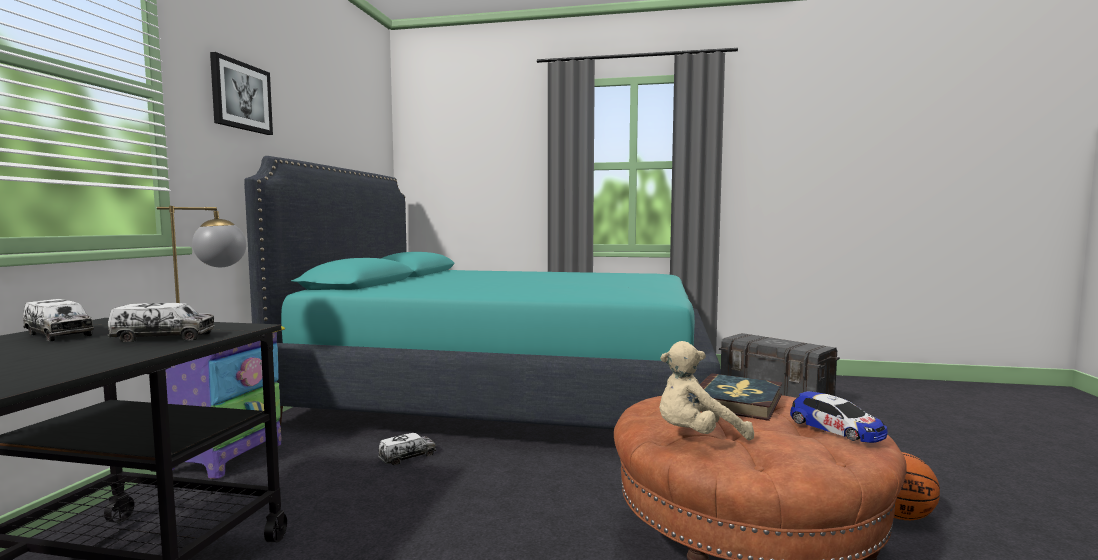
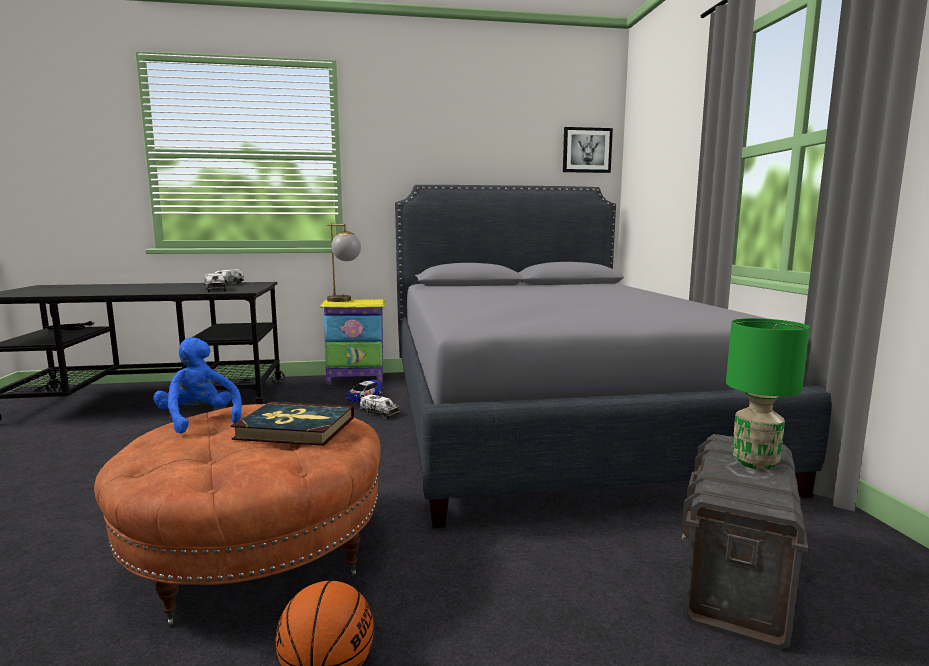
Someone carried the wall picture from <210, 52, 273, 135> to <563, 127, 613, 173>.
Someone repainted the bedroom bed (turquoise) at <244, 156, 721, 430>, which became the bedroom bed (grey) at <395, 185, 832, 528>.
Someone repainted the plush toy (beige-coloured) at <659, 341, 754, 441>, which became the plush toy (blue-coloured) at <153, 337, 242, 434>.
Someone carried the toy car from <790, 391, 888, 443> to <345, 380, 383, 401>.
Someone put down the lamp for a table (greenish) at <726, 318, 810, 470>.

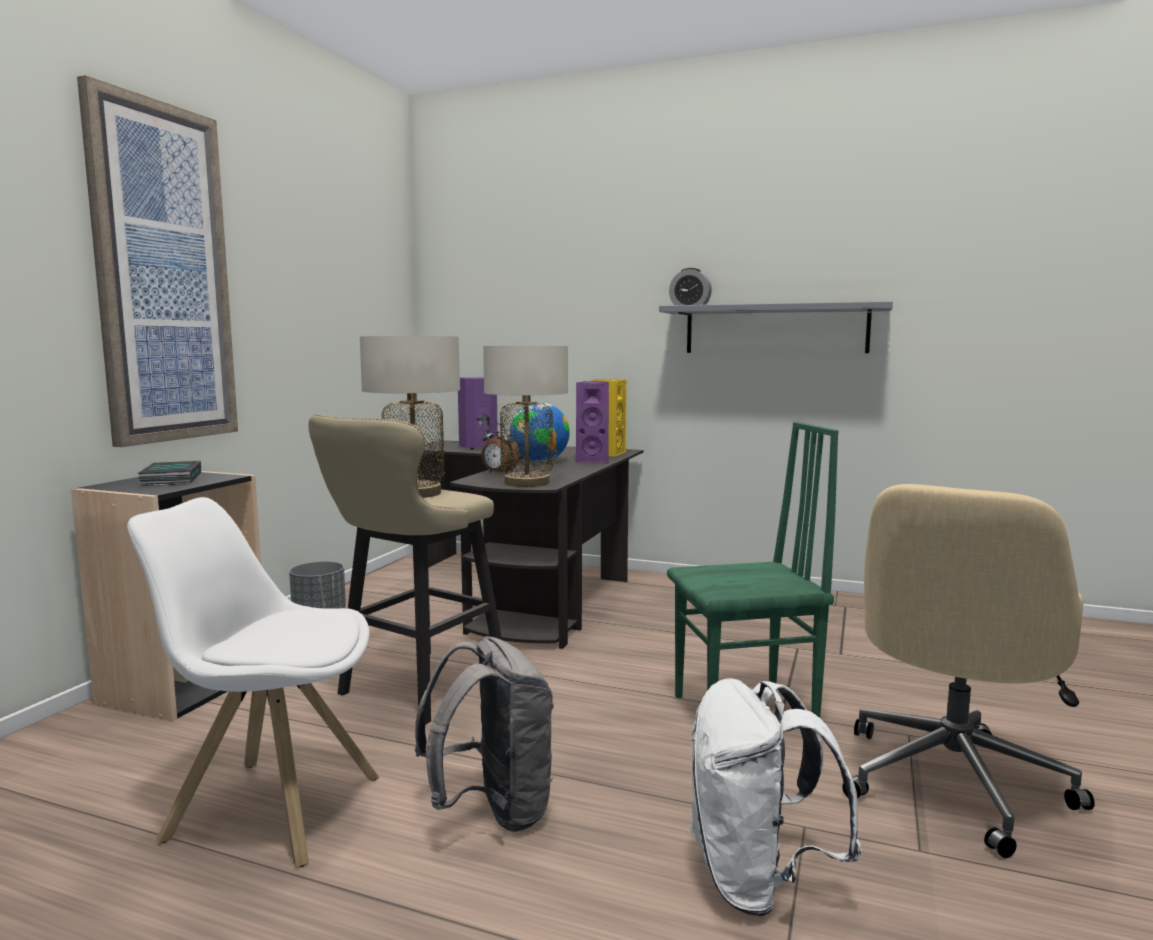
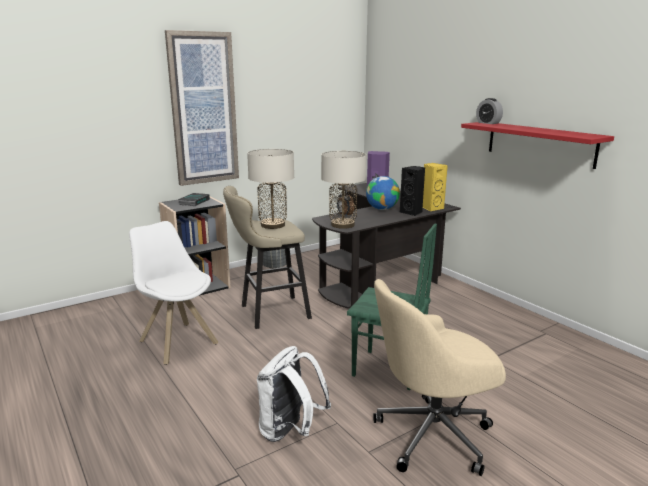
Someone took away the knapsack (grey) at <415, 636, 554, 832>.
Someone repainted the speaker (purplish) at <576, 381, 609, 463>, which became the speaker (black) at <400, 166, 425, 216>.
Someone repainted the wall shelf (grey) at <659, 301, 893, 353>, which became the wall shelf (red) at <461, 122, 614, 169>.

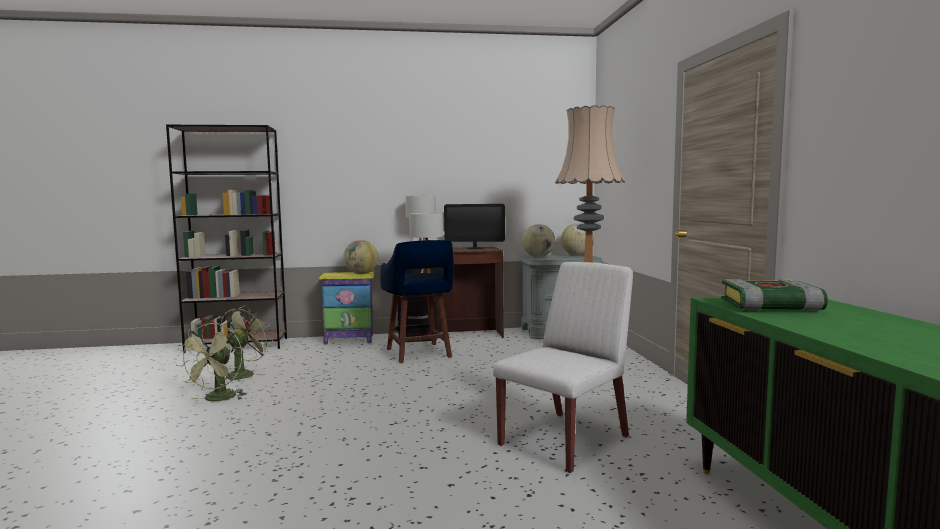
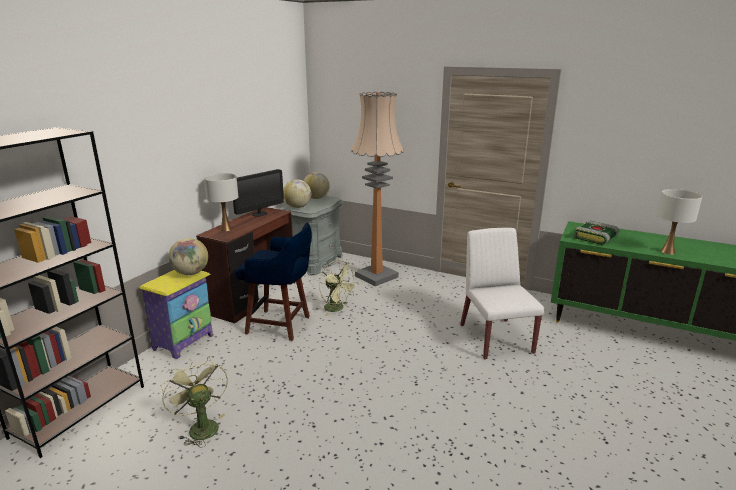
Someone carried the cooling fan (greenish) from <176, 323, 246, 401> to <319, 260, 357, 316>.
Someone carried the lamp for a table (white) from <409, 213, 443, 273> to <657, 189, 702, 255>.

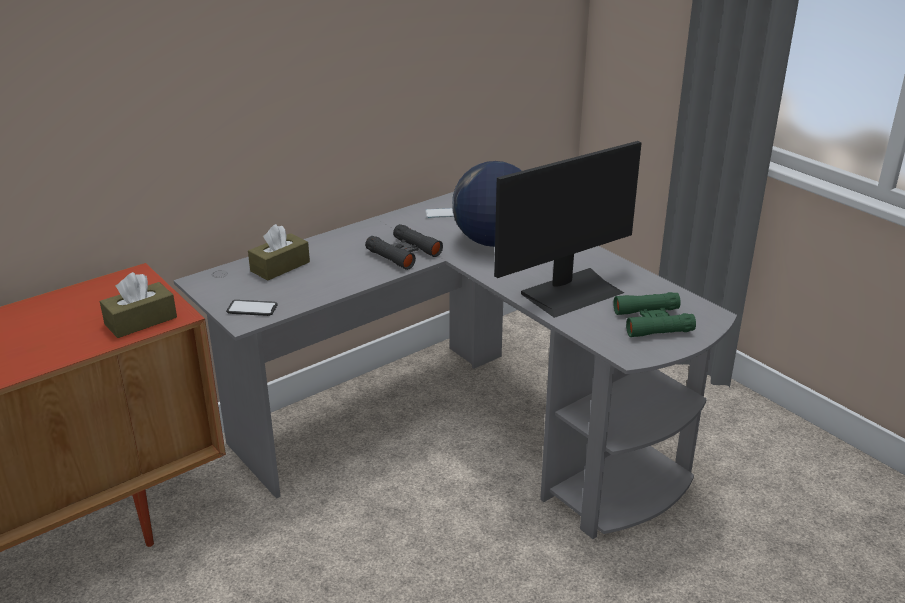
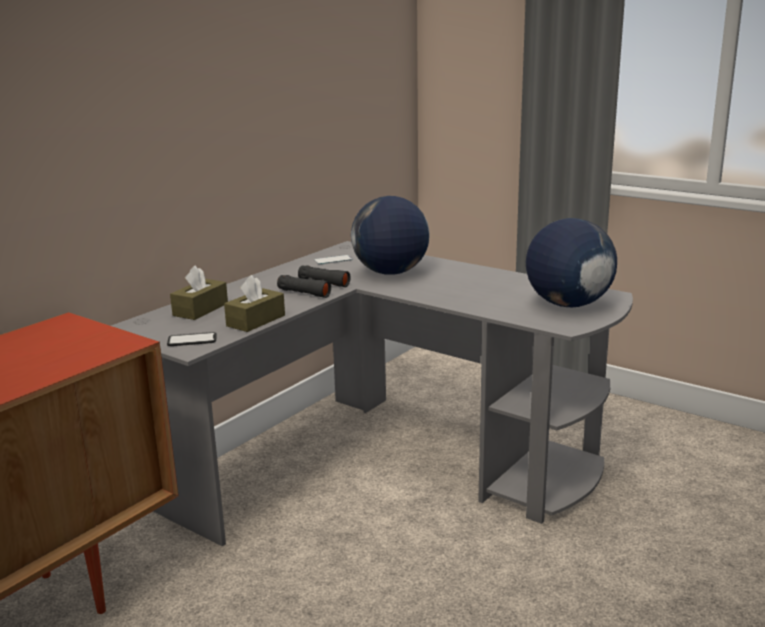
Someone carried the tissue holder (brown) from <100, 272, 177, 338> to <224, 275, 285, 332>.
Someone took away the computer screen at <494, 141, 642, 318>.
Someone swapped the pair of binoculars (greenish) at <613, 292, 696, 337> for the desk globe at <526, 218, 617, 307>.

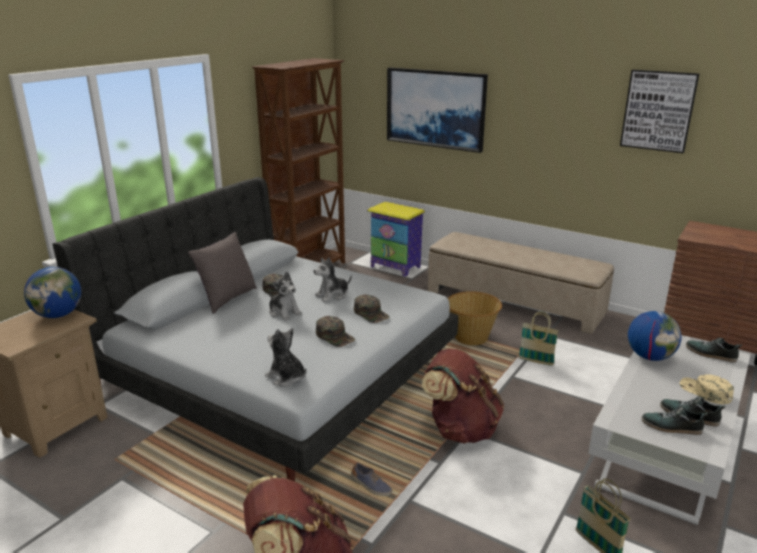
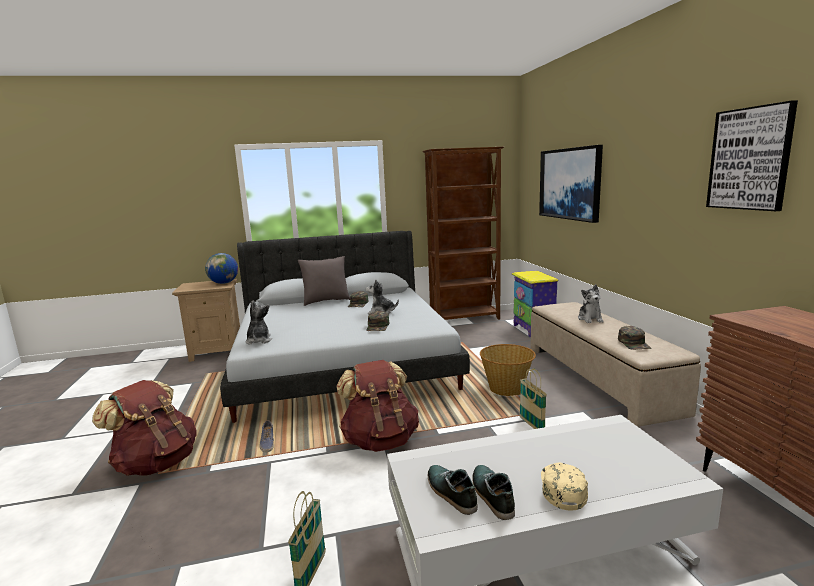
Someone carried the plush toy from <269, 272, 302, 321> to <578, 284, 604, 323>.
Someone carried the cap (greenish) from <316, 316, 355, 347> to <618, 326, 651, 350>.
Someone took away the desk globe at <628, 311, 682, 361>.
Someone took away the shoe at <686, 338, 742, 362>.

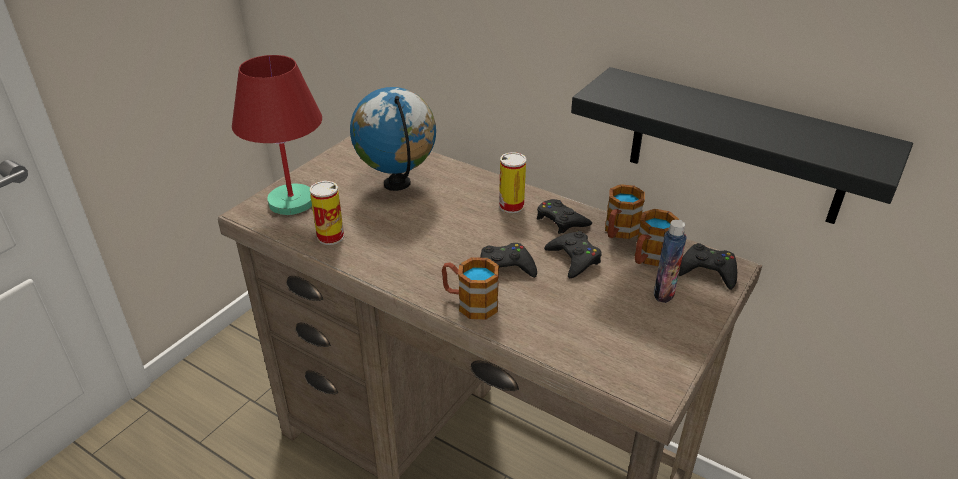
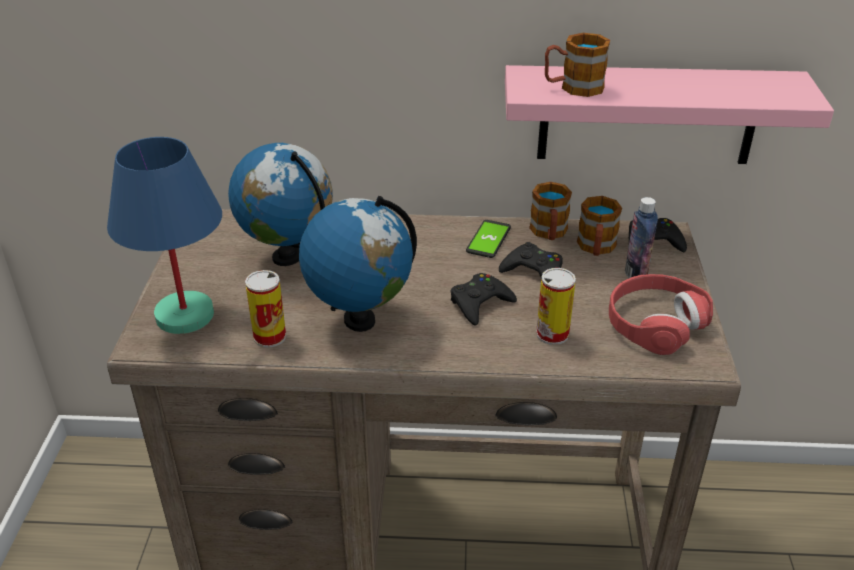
Someone repainted the lamp for a table (red) at <232, 55, 322, 215>, which became the lamp for a table (blue-coloured) at <107, 137, 222, 334>.
Someone carried the tea mug from <442, 257, 499, 320> to <545, 33, 610, 97>.
Someone carried the can from <499, 152, 526, 213> to <536, 268, 576, 345>.
Someone swapped the game controller (black) at <537, 199, 592, 234> for the telephone at <466, 220, 511, 258>.
Someone repainted the wall shelf (black) at <571, 67, 913, 224>, which became the wall shelf (pinkish) at <505, 65, 834, 164>.
Someone put down the desk globe at <299, 196, 417, 332>.
Someone put down the headset (red) at <609, 274, 713, 355>.

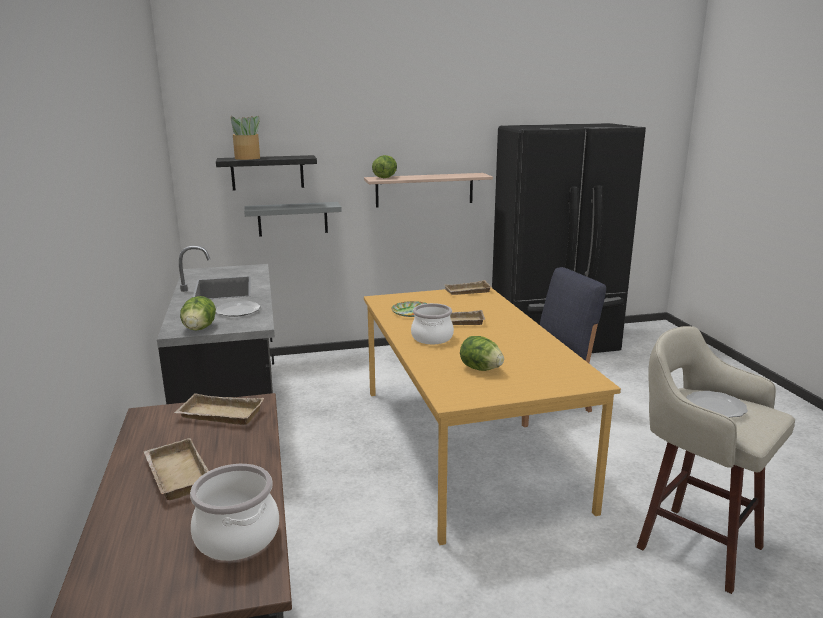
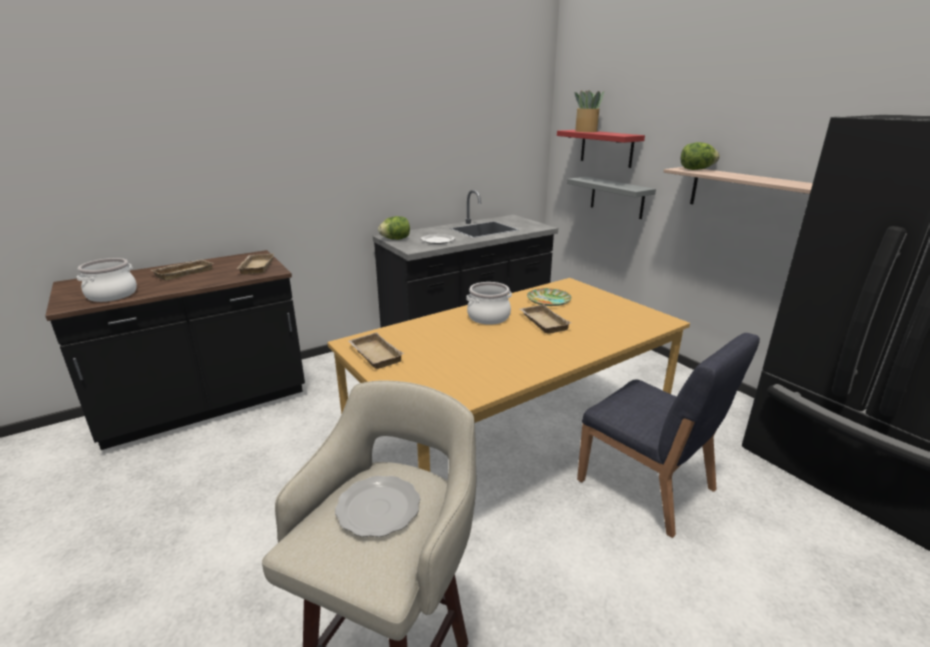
Someone repainted the wall shelf (black) at <216, 155, 317, 191>, which became the wall shelf (red) at <557, 130, 645, 168>.
Someone carried the tray (beige-coloured) from <444, 280, 492, 295> to <348, 332, 404, 369>.
Someone took away the lettuce head at <460, 336, 504, 371>.

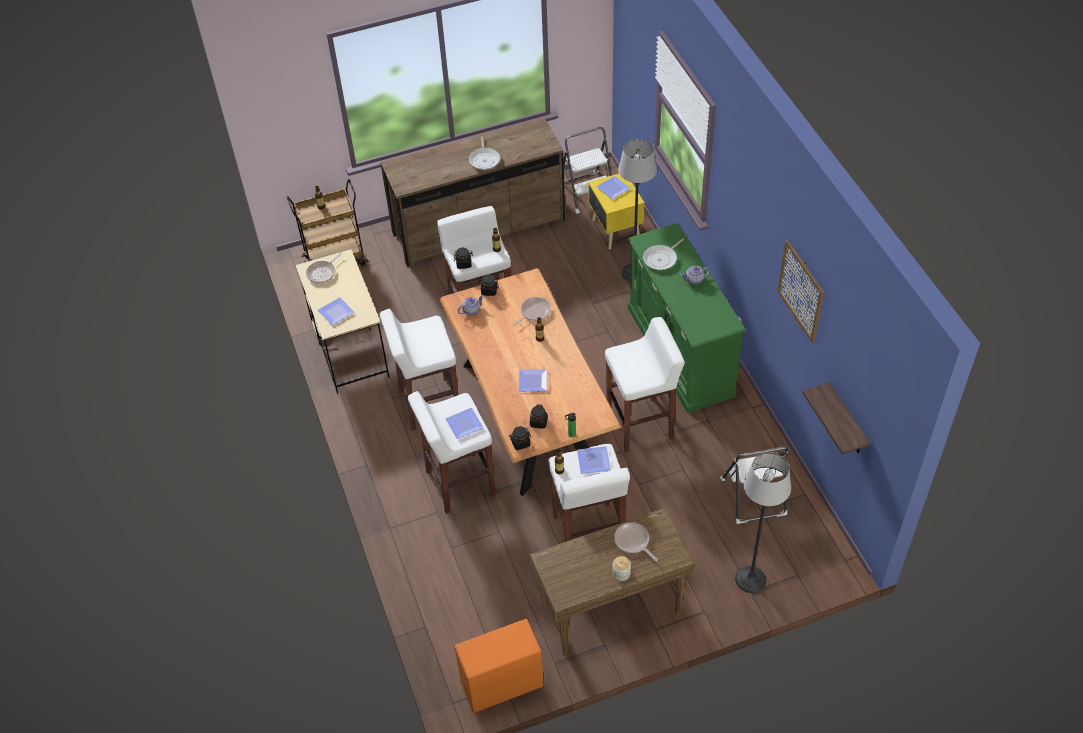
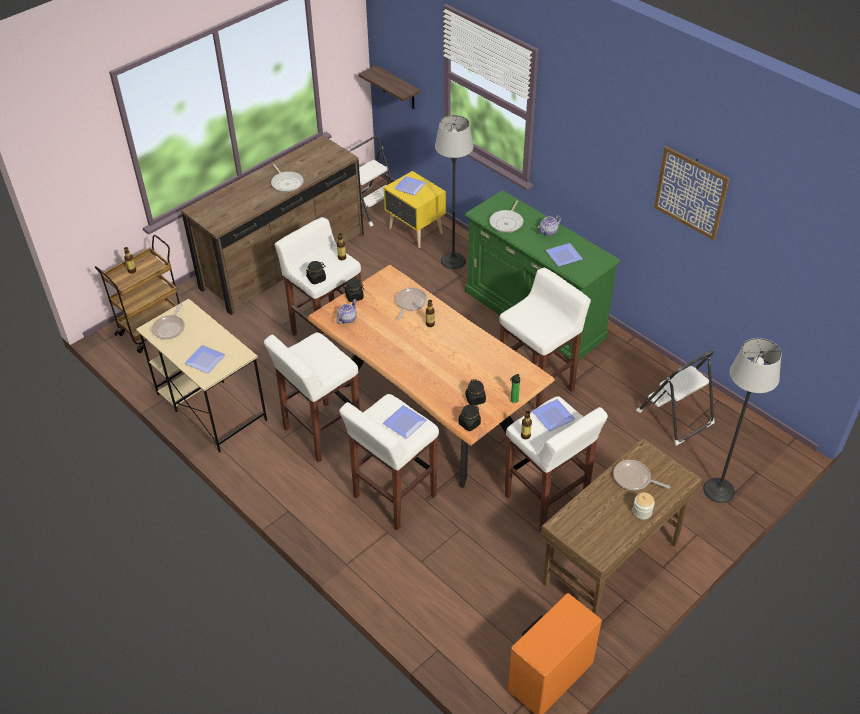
Someone carried the plate from <519, 369, 547, 392> to <546, 243, 583, 267>.
Someone carried the wall shelf from <802, 382, 870, 455> to <359, 65, 421, 109>.

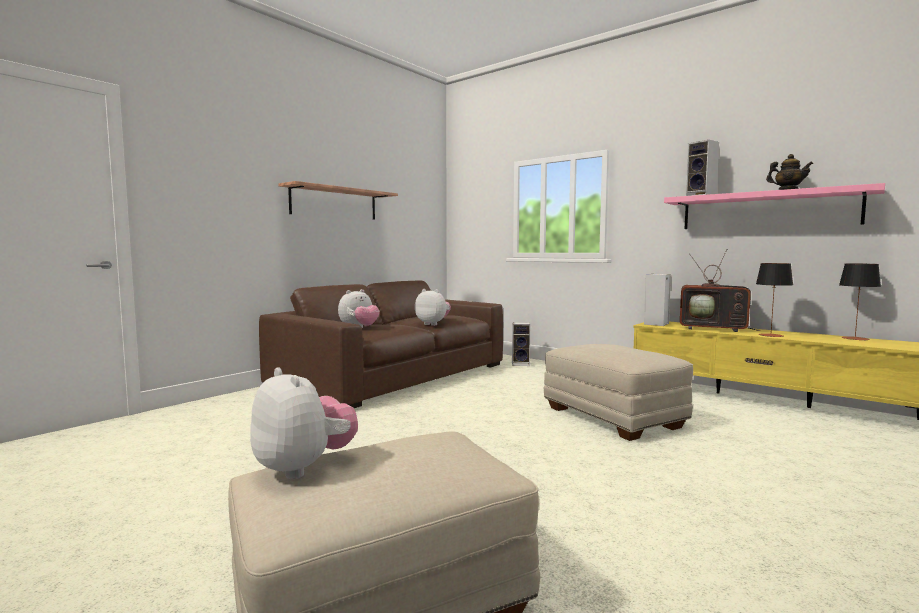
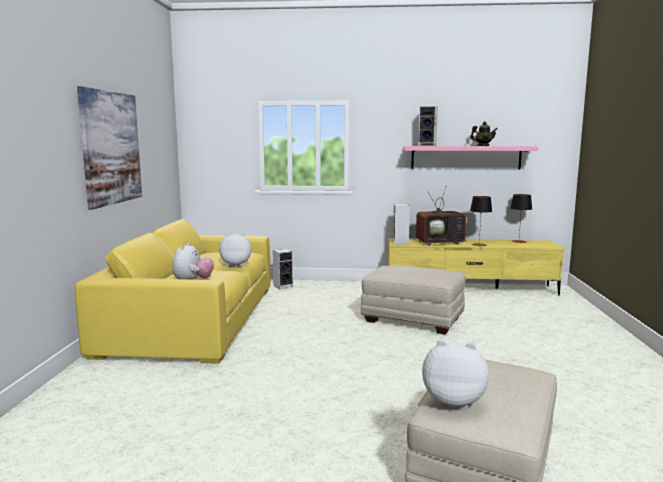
Someone repainted the settee (brown) at <259, 280, 503, 408>, which became the settee (yellowish) at <75, 219, 271, 364>.
Someone swapped the wall shelf at <278, 181, 398, 220> for the wall picture at <77, 86, 142, 210>.

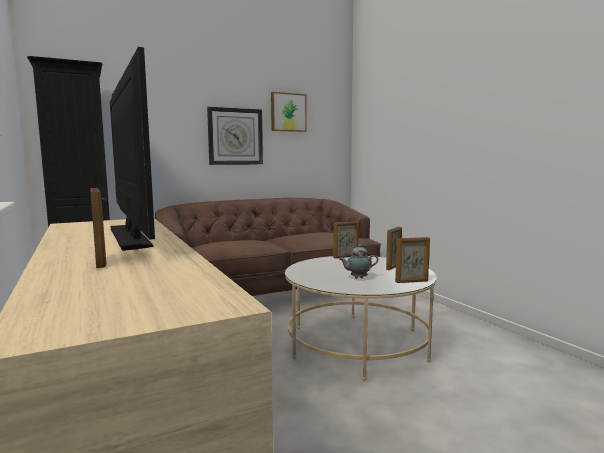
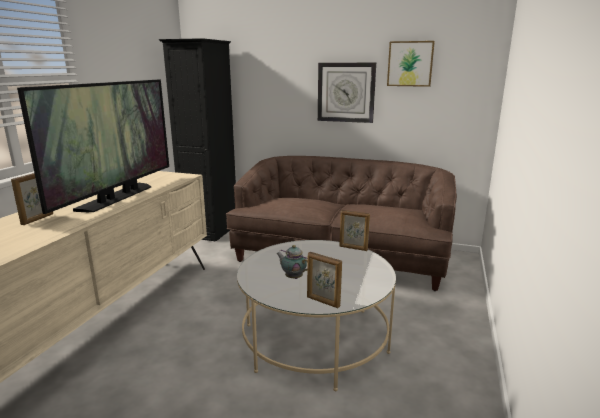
Someone took away the picture frame at <386, 227, 402, 270>.

